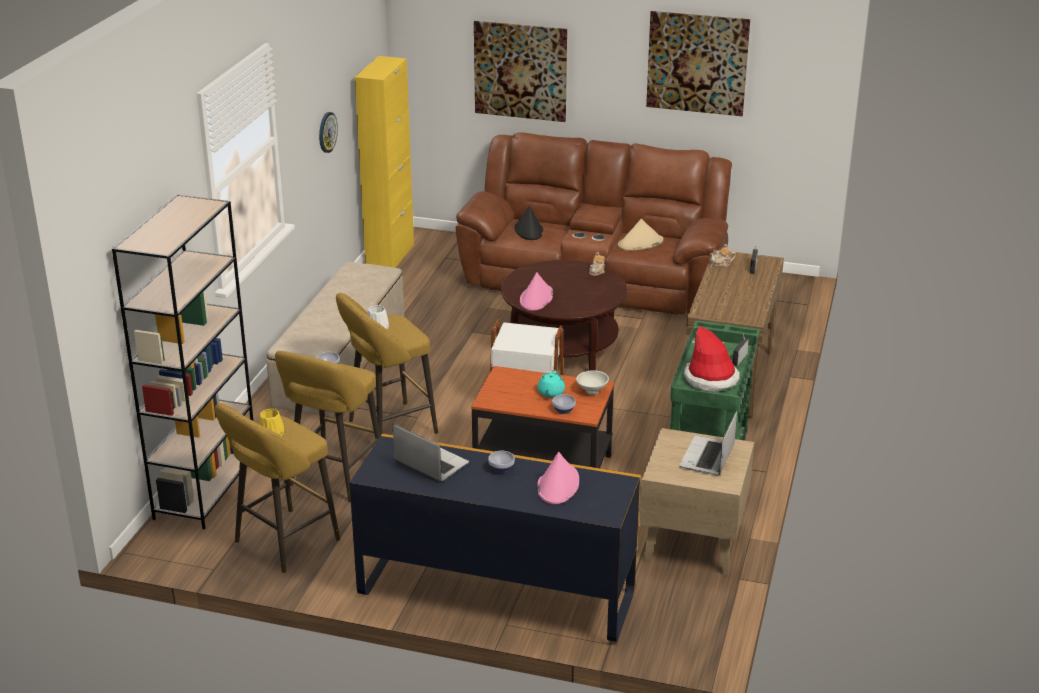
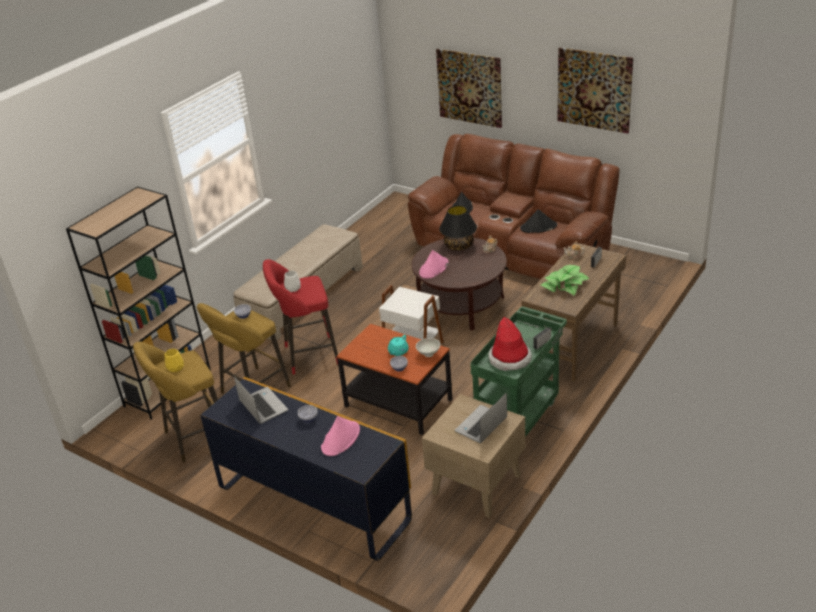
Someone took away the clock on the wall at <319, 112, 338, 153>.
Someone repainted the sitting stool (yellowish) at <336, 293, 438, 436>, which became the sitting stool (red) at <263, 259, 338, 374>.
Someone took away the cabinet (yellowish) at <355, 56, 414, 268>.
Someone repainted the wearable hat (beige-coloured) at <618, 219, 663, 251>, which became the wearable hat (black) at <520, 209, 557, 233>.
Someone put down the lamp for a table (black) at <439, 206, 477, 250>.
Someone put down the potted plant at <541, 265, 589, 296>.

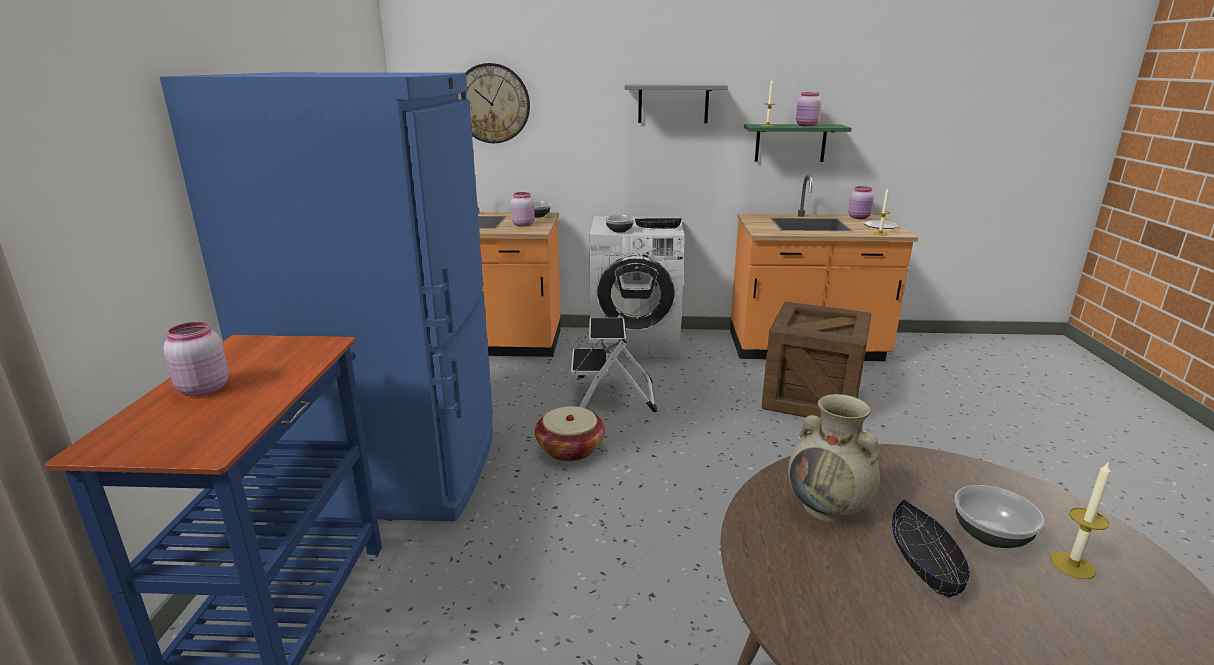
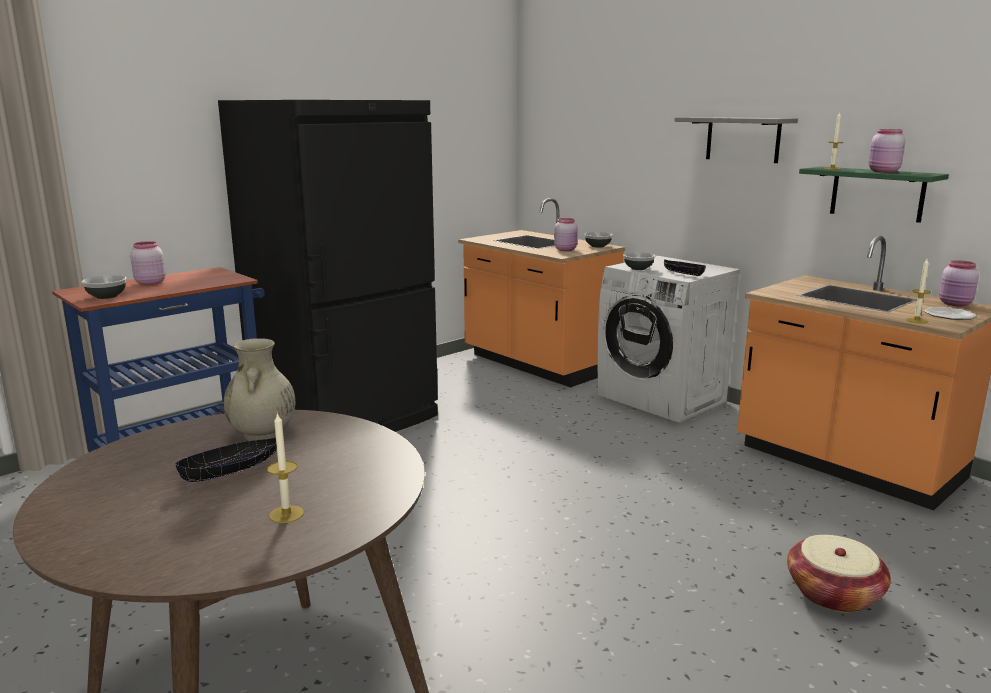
Someone repainted the kitchen fridge (blue-coloured) at <160, 73, 493, 521>, which became the kitchen fridge (black) at <218, 100, 438, 432>.
Someone took away the clock on the wall at <457, 63, 530, 143>.
Someone carried the storage basket from <535, 406, 605, 461> to <787, 535, 891, 613>.
Someone took away the step ladder at <571, 313, 657, 412>.
Someone took away the packing crate at <761, 302, 871, 418>.
Someone carried the bowl from <955, 485, 1044, 548> to <82, 275, 127, 299>.

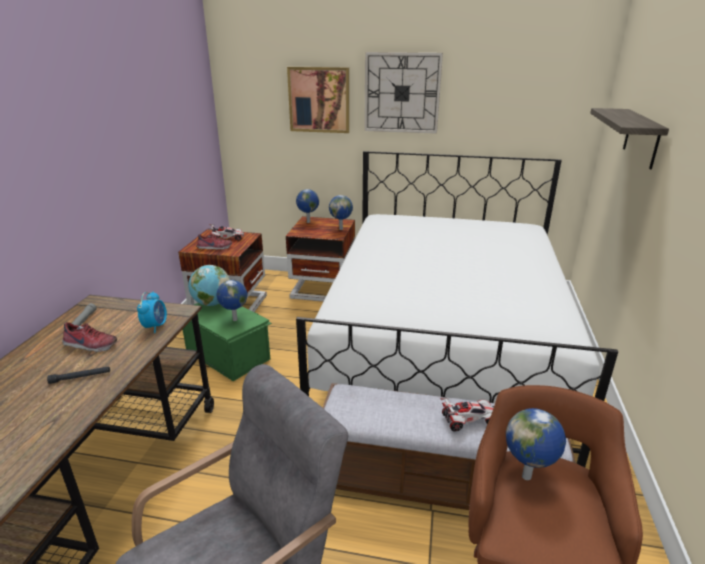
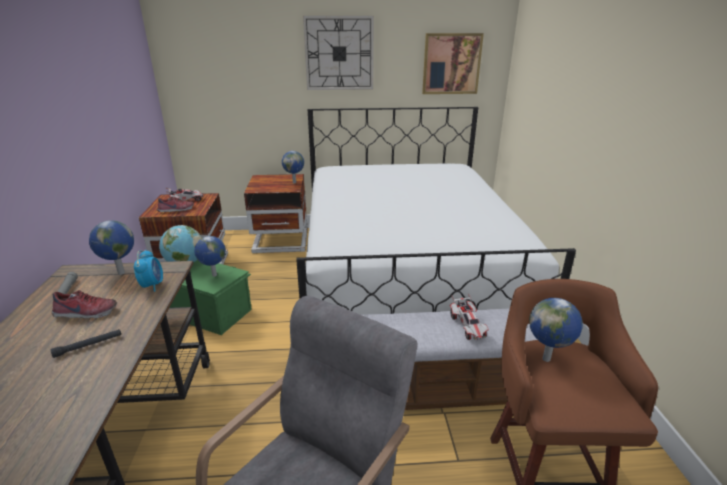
Someone carried the wall picture from <287, 67, 349, 133> to <422, 33, 484, 94>.
Someone carried the desk globe from <296, 189, 319, 223> to <89, 220, 134, 275>.
Someone rotated the toy car at <440, 398, 494, 432> by 105 degrees clockwise.
Someone took away the wall shelf at <590, 108, 669, 169>.

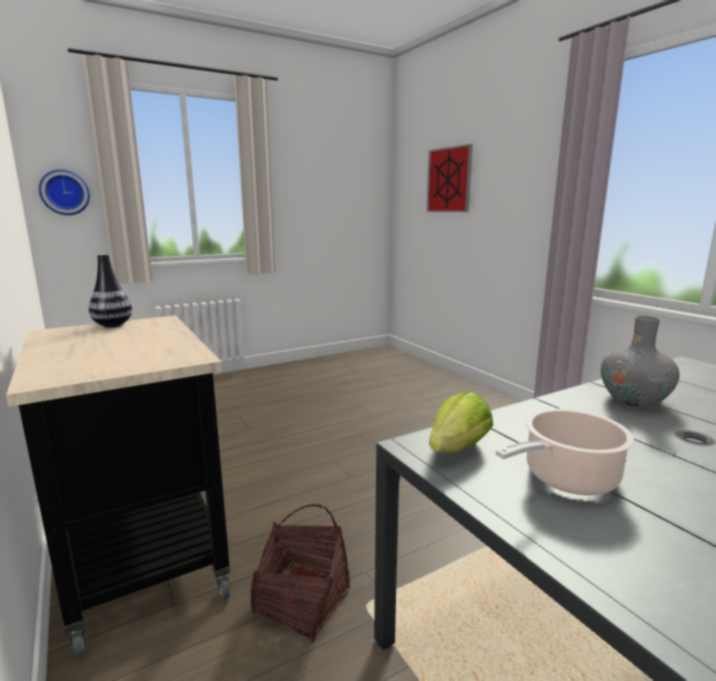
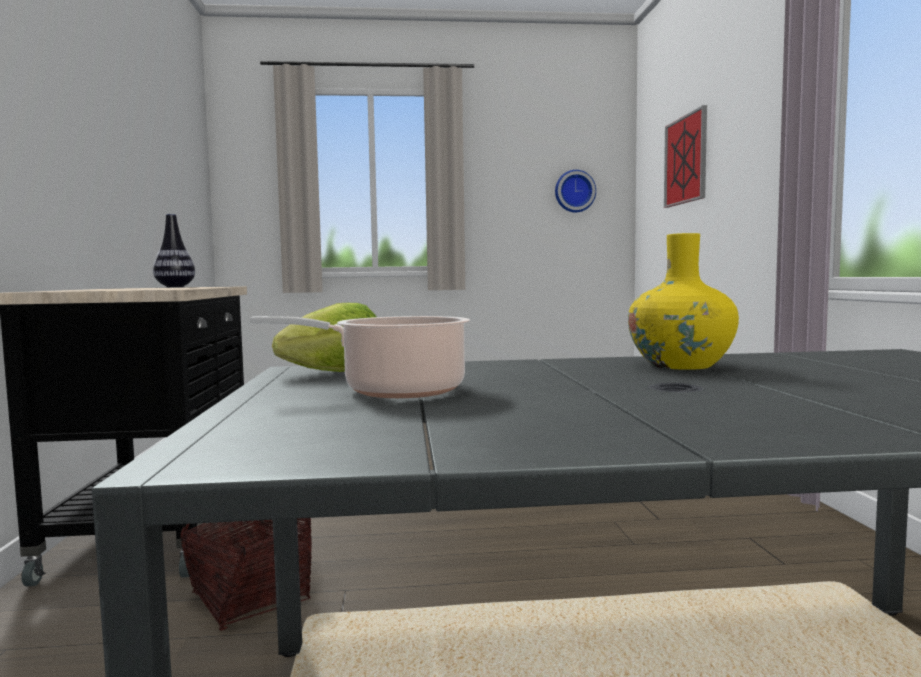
Someone carried the clock on the wall from <39, 170, 90, 215> to <555, 170, 596, 212>.
Someone repainted the decorative vase (grey) at <601, 316, 680, 407>, which became the decorative vase (yellowish) at <628, 233, 739, 370>.

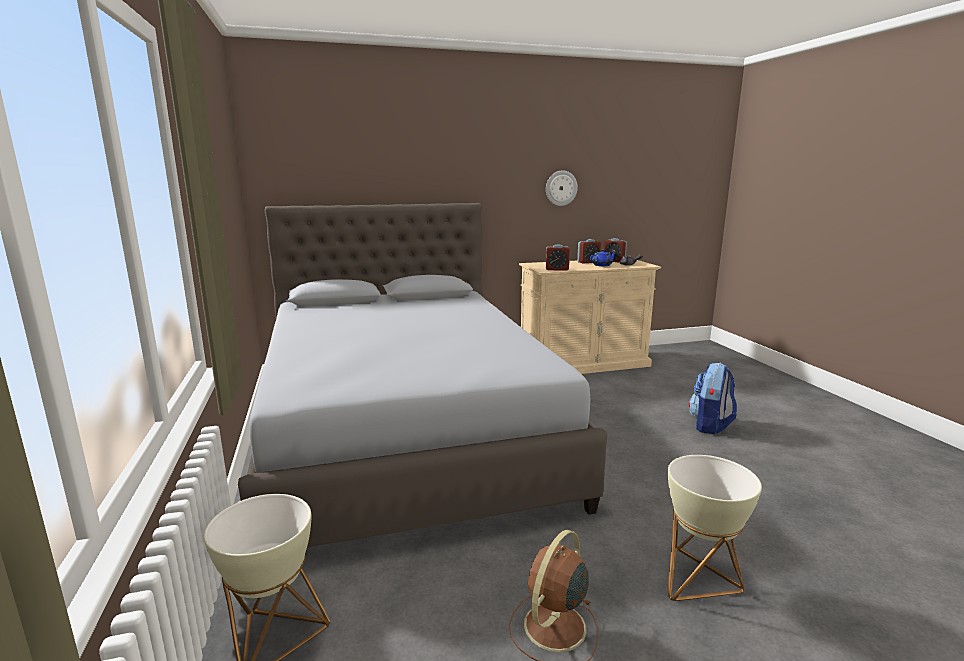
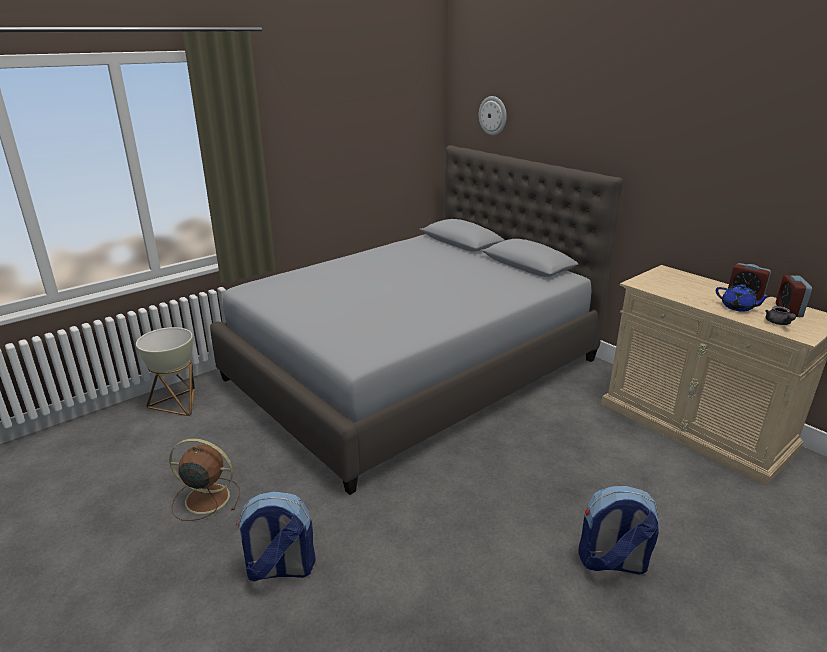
Someone carried the clock on the wall from <546, 170, 578, 206> to <479, 96, 507, 135>.
Someone took away the alarm clock at <546, 245, 570, 271>.
Someone swapped the plant pot at <668, 455, 762, 601> for the knapsack at <236, 491, 316, 582>.

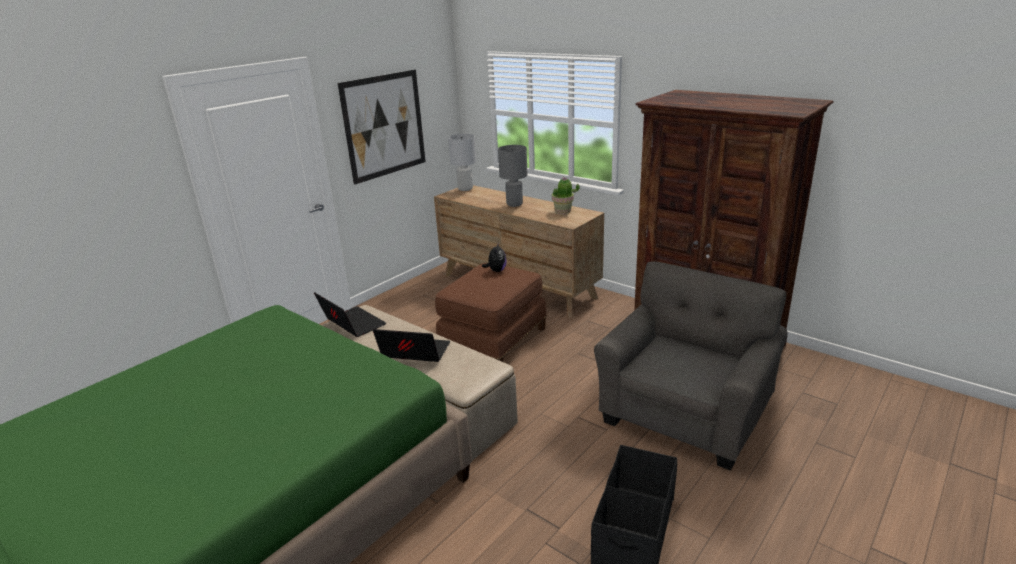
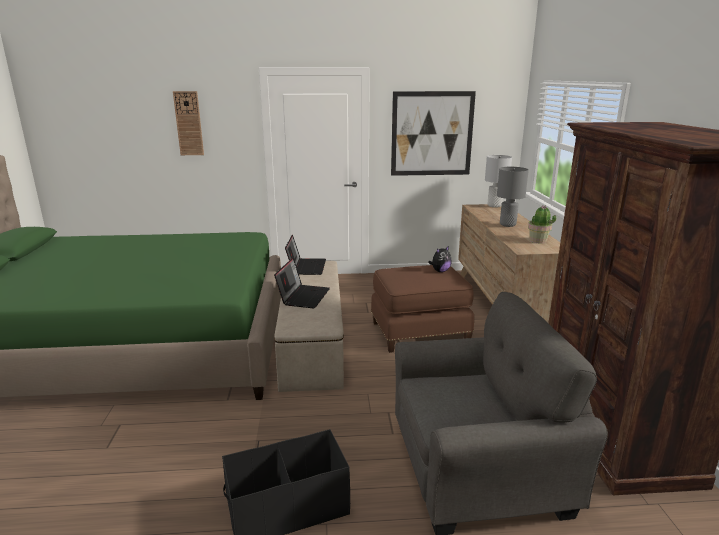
Someone rotated the laptop at <373, 329, 450, 362> by 45 degrees clockwise.
Someone put up the clock on the wall at <173, 91, 204, 155>.

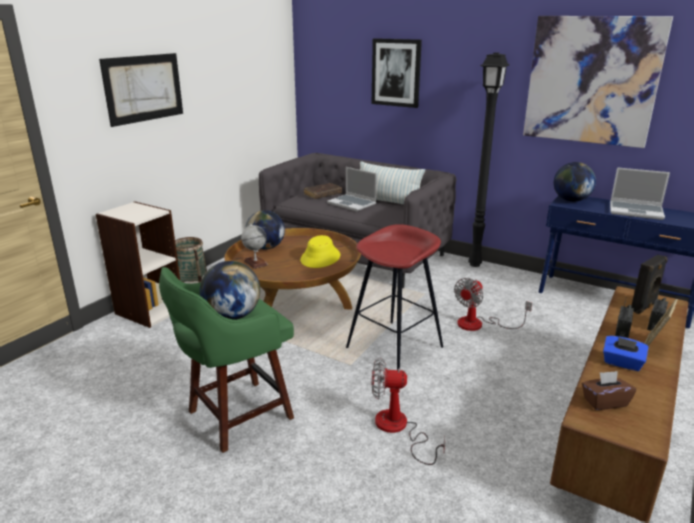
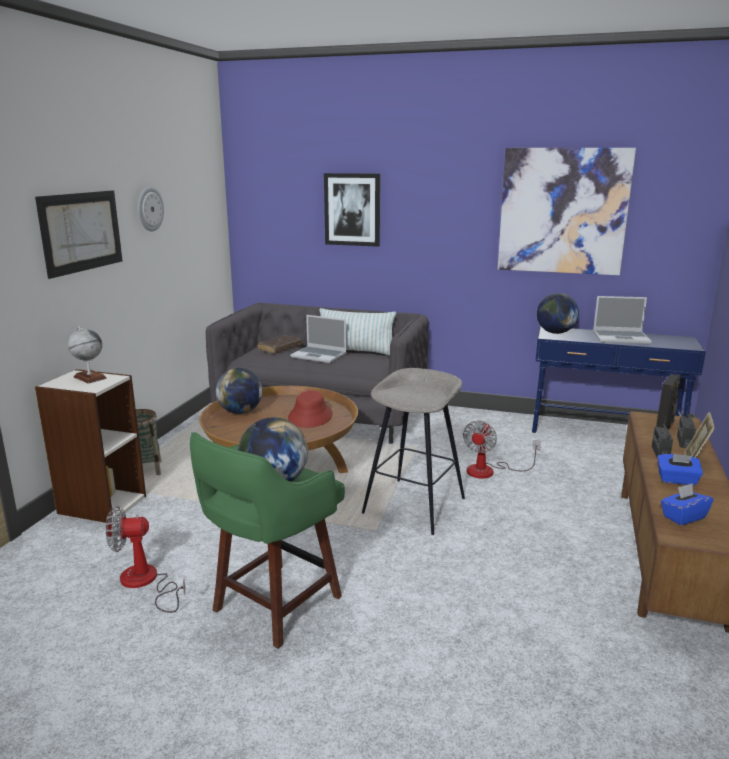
Someone carried the desk globe from <241, 223, 268, 269> to <68, 326, 107, 384>.
Someone repainted the wearable hat (yellowish) at <300, 235, 340, 268>, which became the wearable hat (red) at <288, 390, 333, 428>.
Someone repainted the sitting stool (red) at <346, 224, 443, 370>, which became the sitting stool (grey) at <362, 368, 465, 535>.
Someone carried the cooling fan from <372, 358, 445, 465> to <106, 506, 186, 613>.
Someone took away the standing lamp (black) at <468, 53, 510, 267>.
Someone repainted the tissue holder (brown) at <582, 371, 636, 410>, which became the tissue holder (blue-coloured) at <661, 483, 713, 525>.
Someone put up the clock on the wall at <138, 187, 164, 232>.

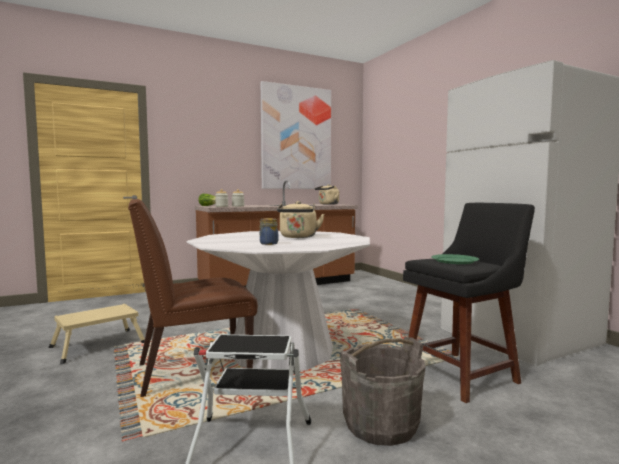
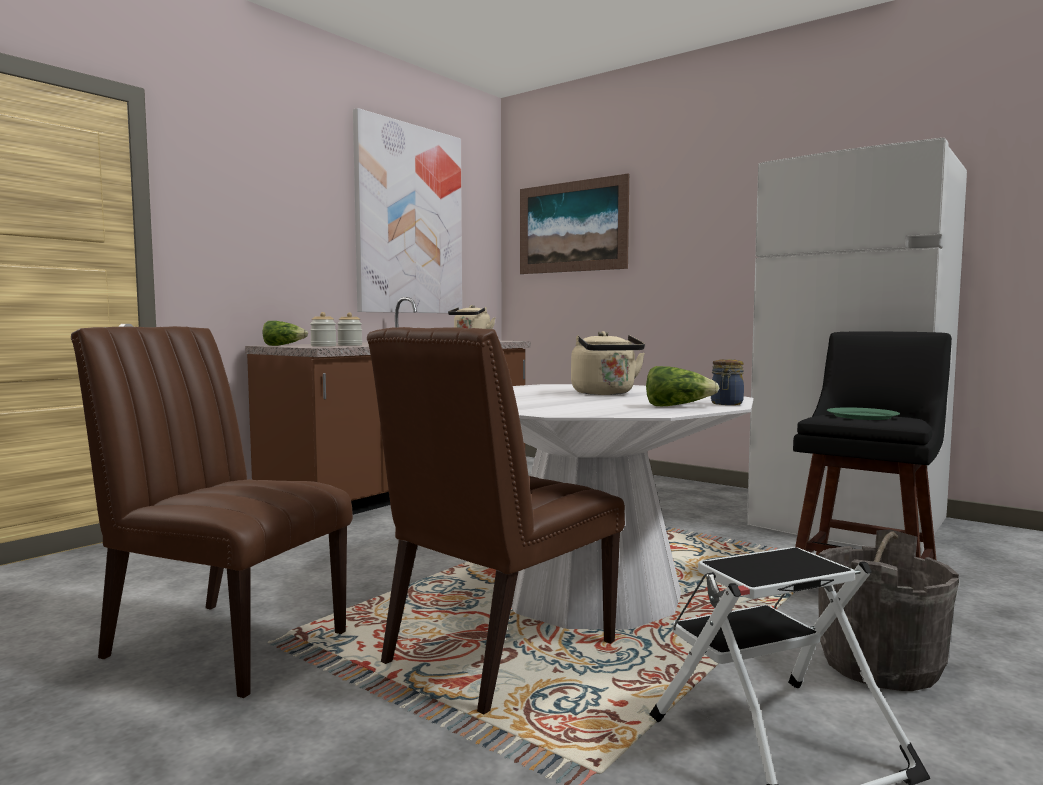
Someone swapped the step ladder (beige-coloured) at <48, 304, 145, 365> for the plain chair (brown) at <71, 326, 353, 698>.
Someone carried the preserve jar from <259, 218, 278, 245> to <711, 359, 744, 405>.
Someone put up the wall picture at <520, 174, 629, 274>.
Someone put down the lettuce head at <646, 366, 719, 406>.

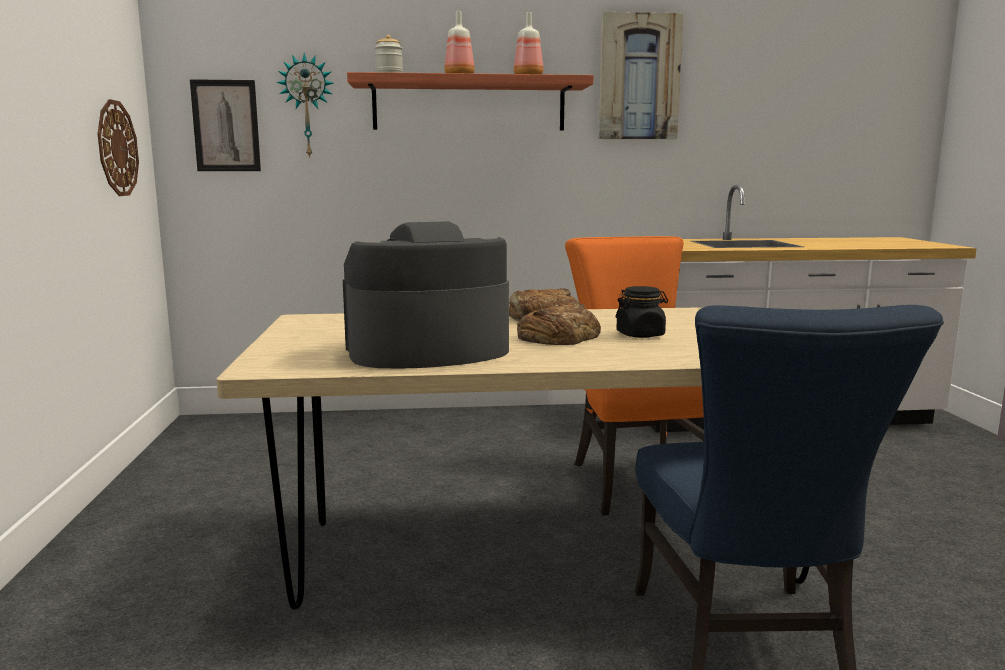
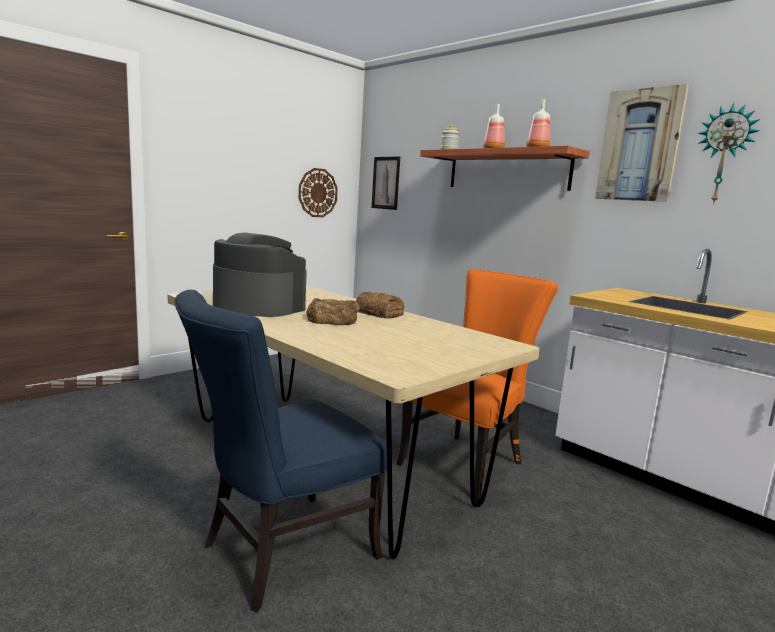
Someone carried the clock on the wall from <277, 53, 334, 159> to <698, 103, 760, 204>.
Someone took away the preserve jar (black) at <615, 286, 668, 338>.

